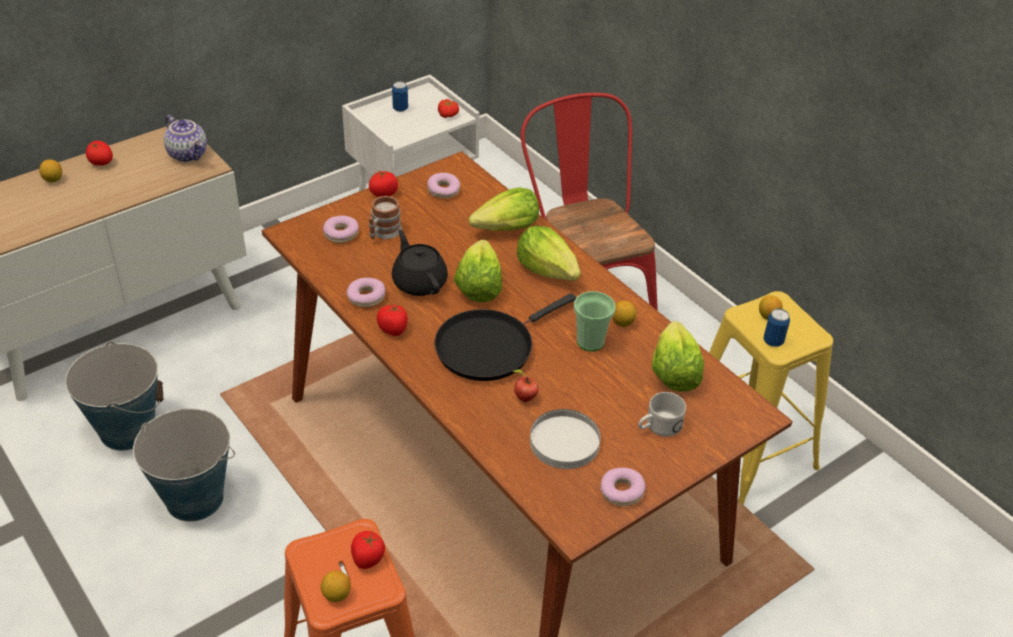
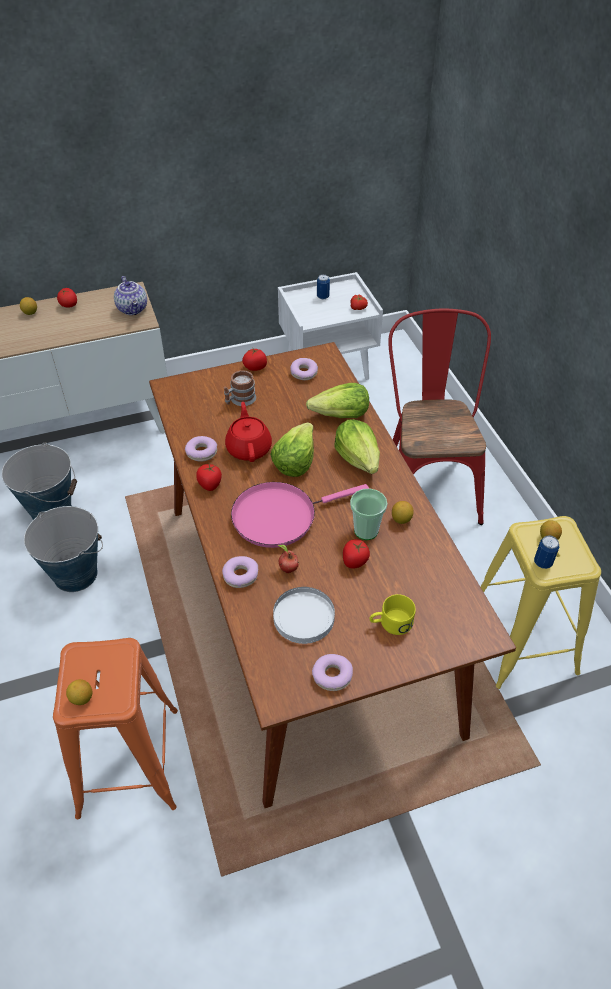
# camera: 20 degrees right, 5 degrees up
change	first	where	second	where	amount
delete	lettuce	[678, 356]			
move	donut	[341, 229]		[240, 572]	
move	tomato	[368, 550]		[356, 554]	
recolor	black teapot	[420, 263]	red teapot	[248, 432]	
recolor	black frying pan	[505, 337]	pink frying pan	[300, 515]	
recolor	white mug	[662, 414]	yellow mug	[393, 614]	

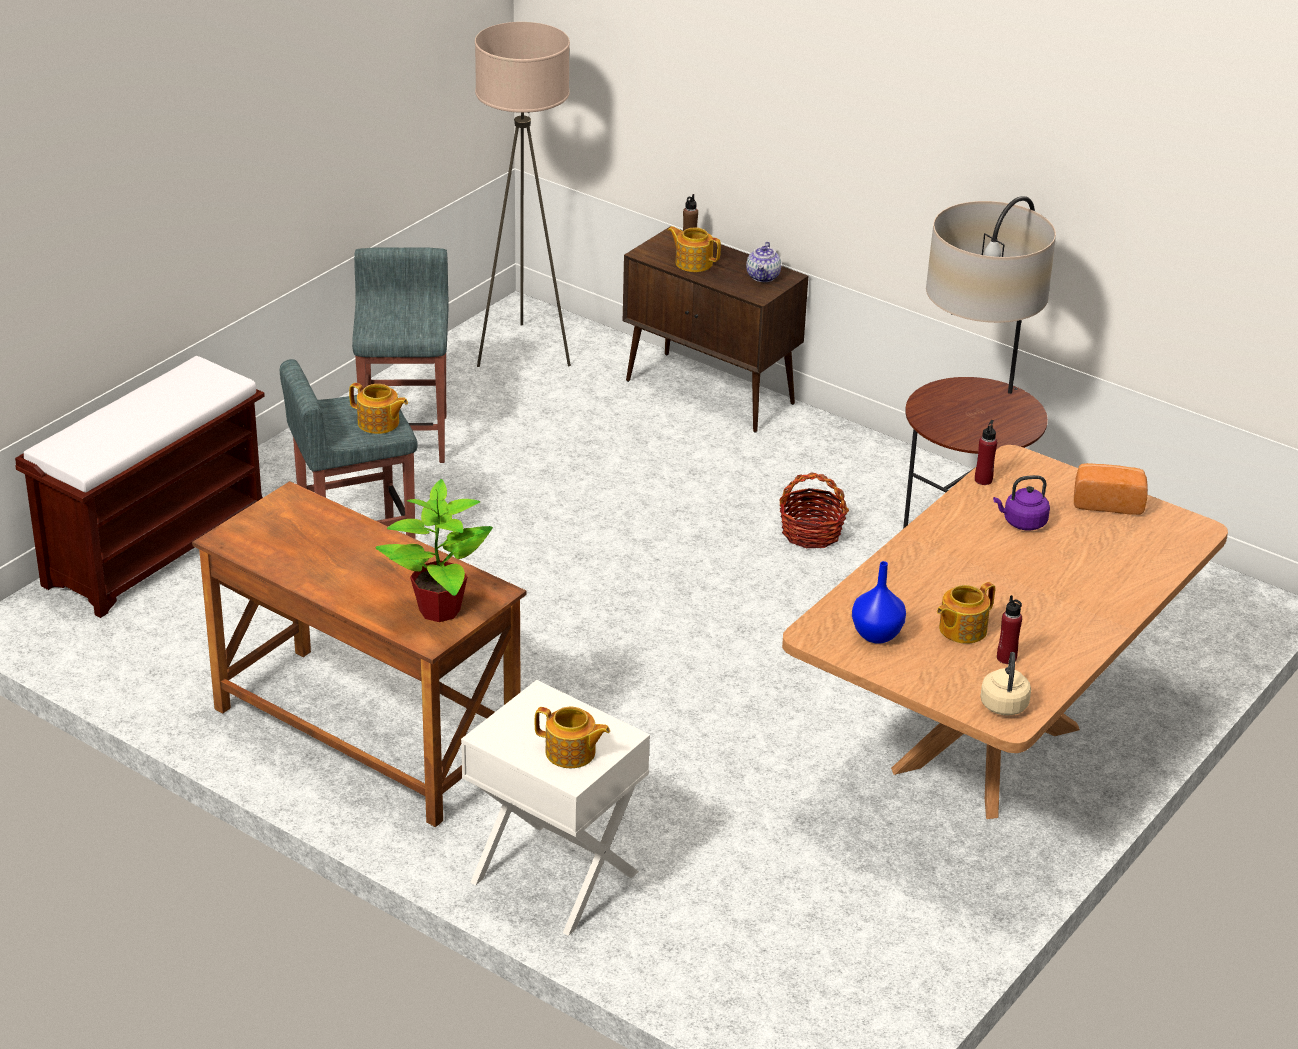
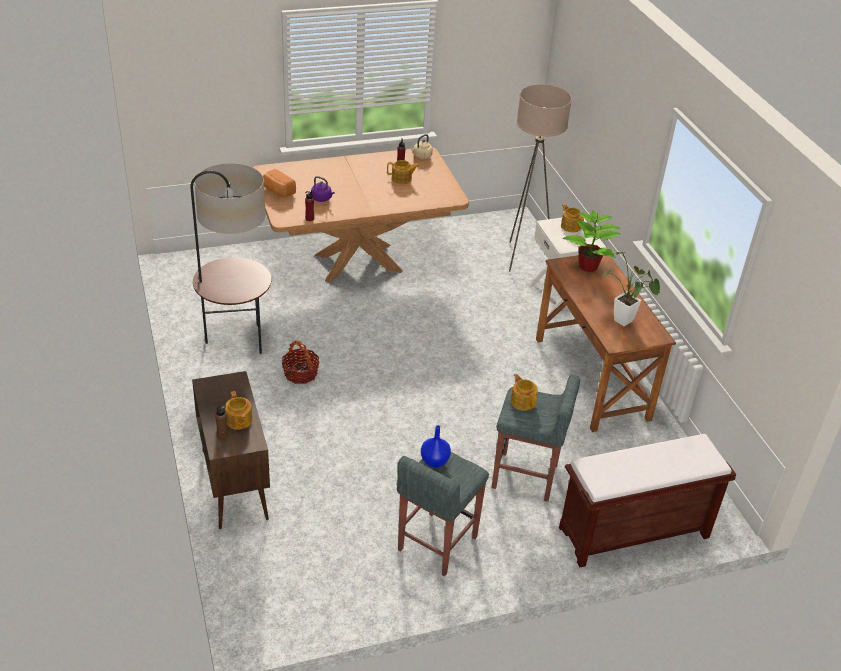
# camera: 145 degrees left, 5 degrees up
change	first	where	second	where	amount
delete	teapot	[763, 262]			
insert			potted plant	[631, 289]	
move	beige floor lamp	[523, 194]		[540, 177]	
move	blue vase	[879, 602]		[436, 446]	

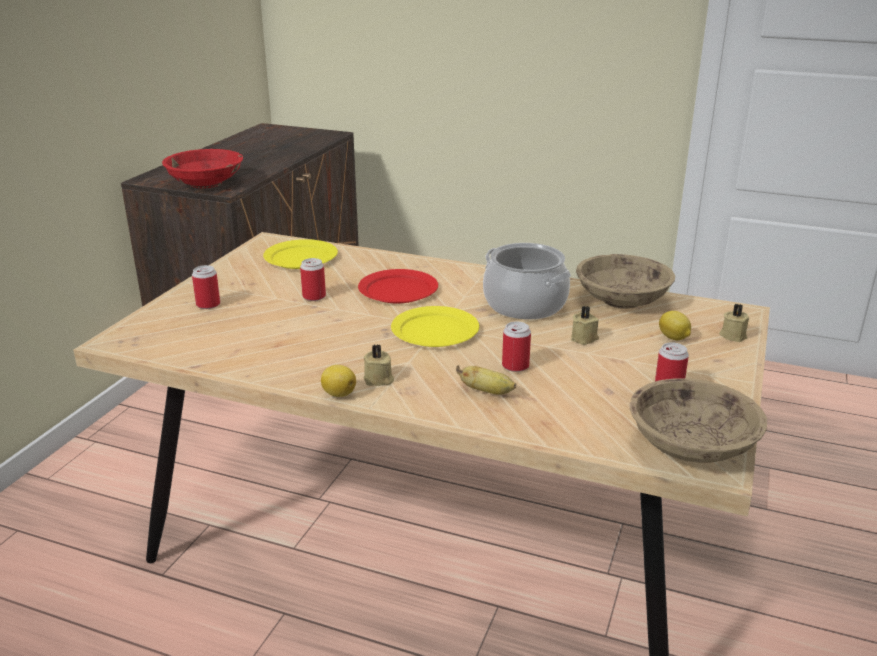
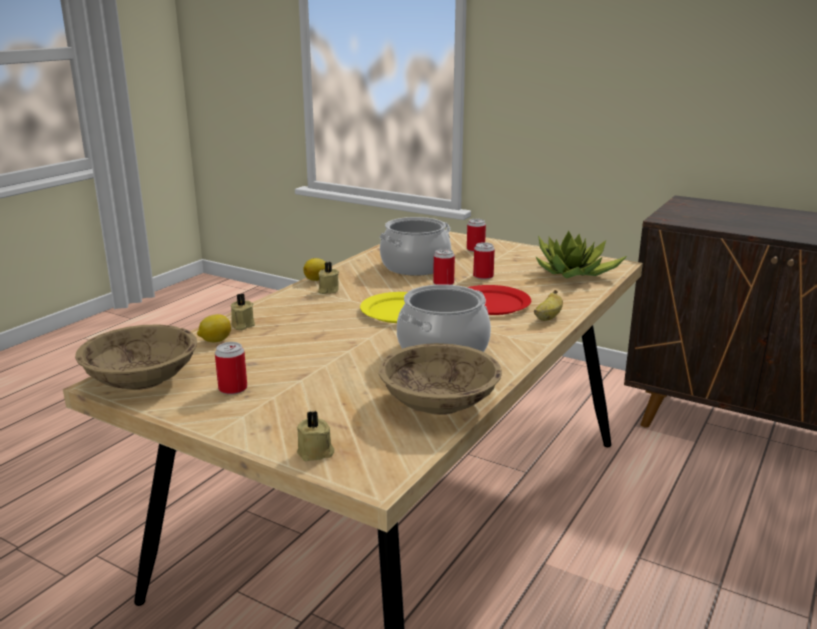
# camera: 100 degrees right, 5 degrees down
change	first	where	second	where	amount
delete	red bowl	[202, 168]			
insert			cooking pot	[415, 246]	
move	banana	[486, 380]		[548, 305]	
move	can	[516, 347]		[444, 267]	
move	beige candle	[585, 325]		[243, 311]	
move	lemon	[675, 325]		[214, 328]	
replace	yellow plate	[300, 254]	potted plant	[581, 255]	

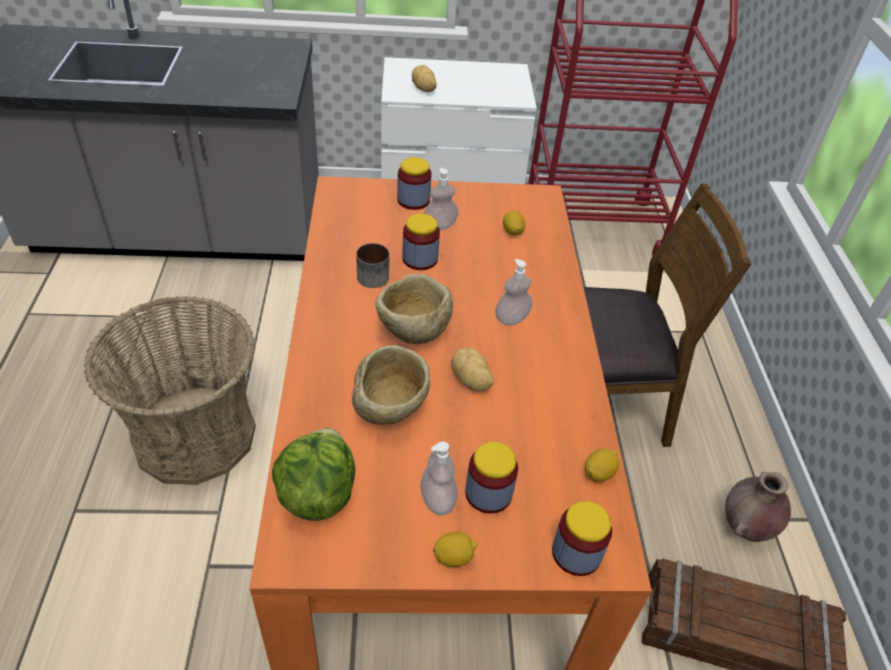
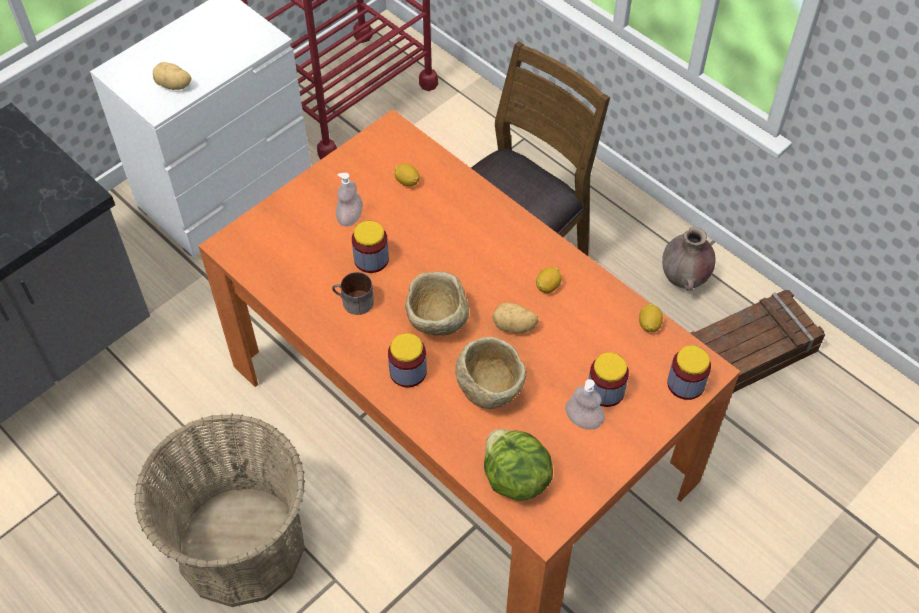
# camera: 40 degrees left, 10 degrees up
change	first	where	second	where	amount
delete	soap dispenser	[513, 292]			
move	jar	[414, 183]		[407, 360]	
move	lemon	[455, 549]		[549, 280]	

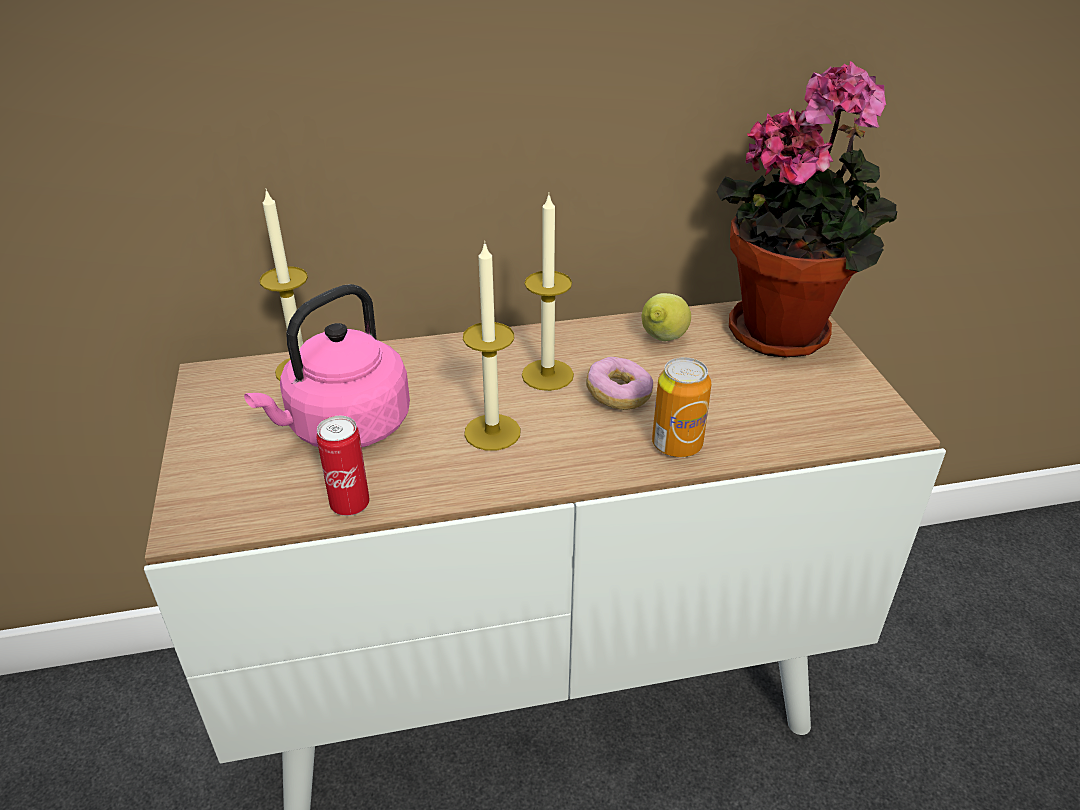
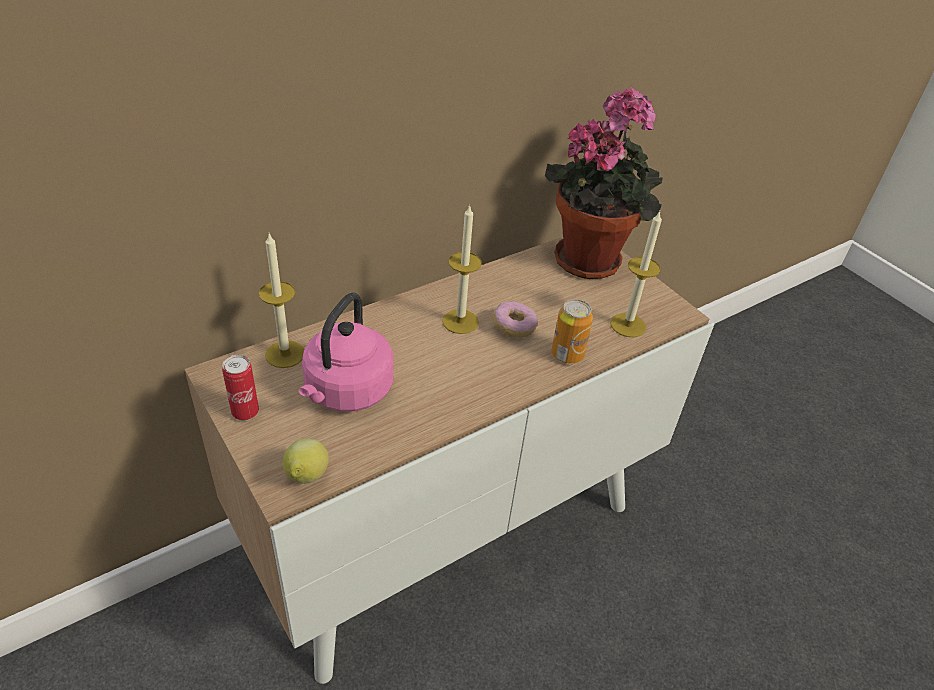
# camera: 25 degrees left, 5 degrees up
change	first	where	second	where	amount
move	can	[343, 466]		[240, 387]	
move	candle	[491, 346]		[636, 274]	
move	lemon	[666, 317]		[306, 461]	

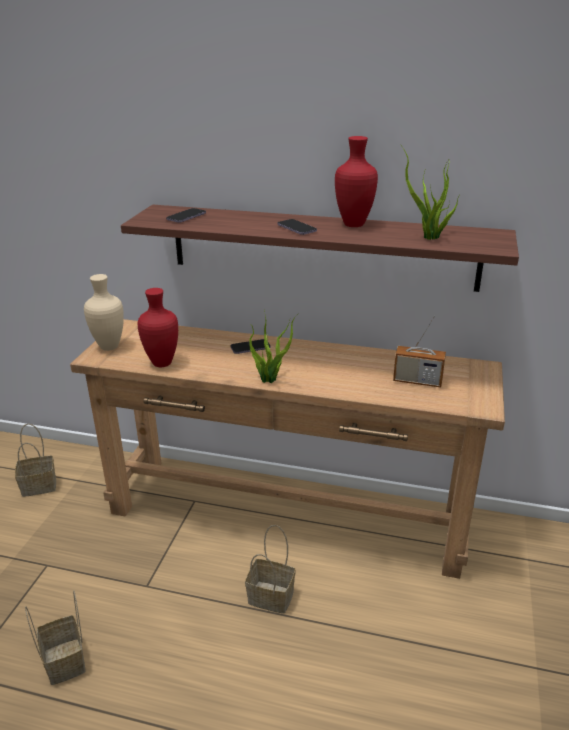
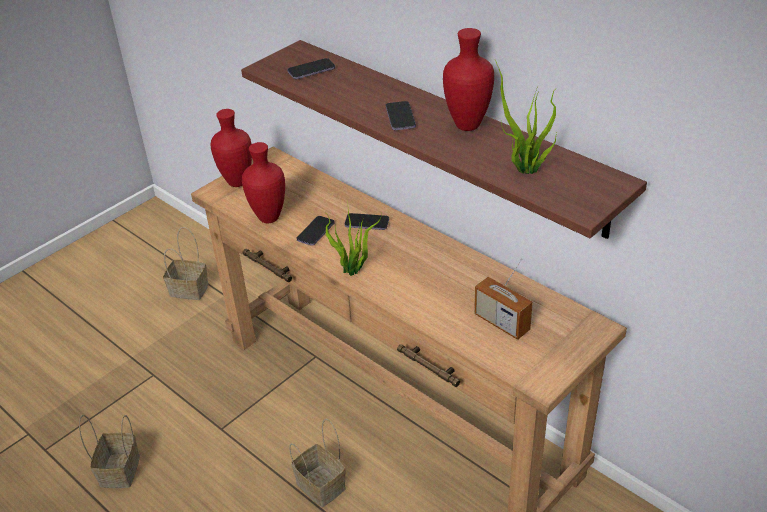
# camera: 30 degrees right, 10 degrees up
change	first	where	second	where	amount
insert			phone	[316, 231]	
recolor	beige vase	[104, 312]	red vase	[231, 148]	

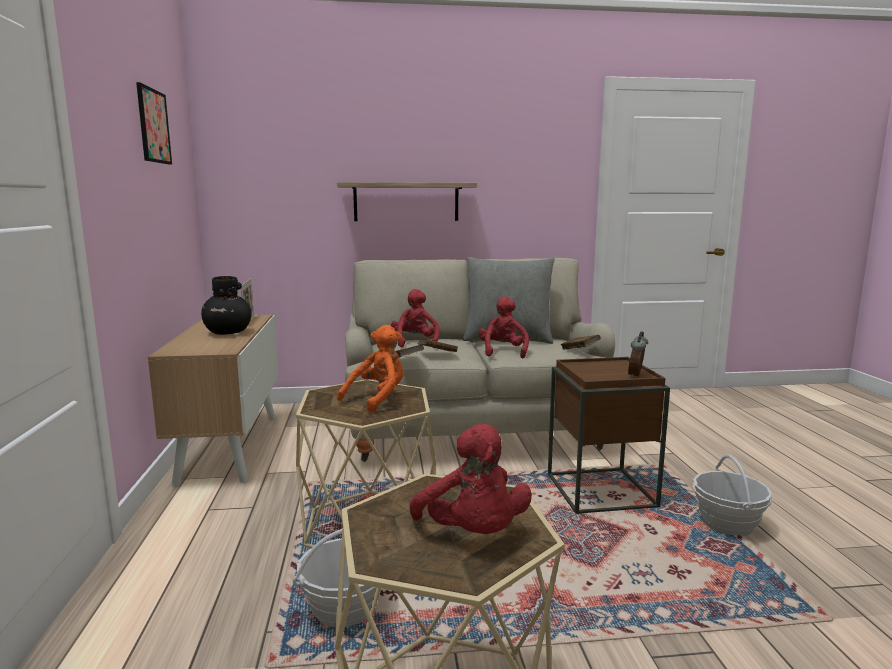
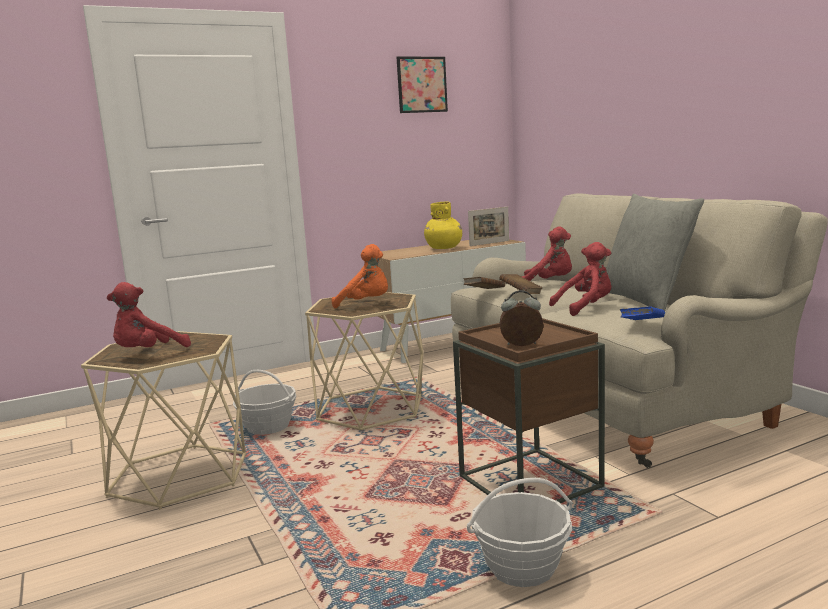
# camera: 70 degrees right, 0 degrees up
change	first	where	second	where	amount
delete	shelf	[407, 201]			
recolor	black vase	[226, 305]	yellow vase	[443, 225]	
recolor	brown book	[580, 342]	blue book	[642, 313]	
rotate	red plush toy	[415, 318]		[546, 253]	45 degrees clockwise

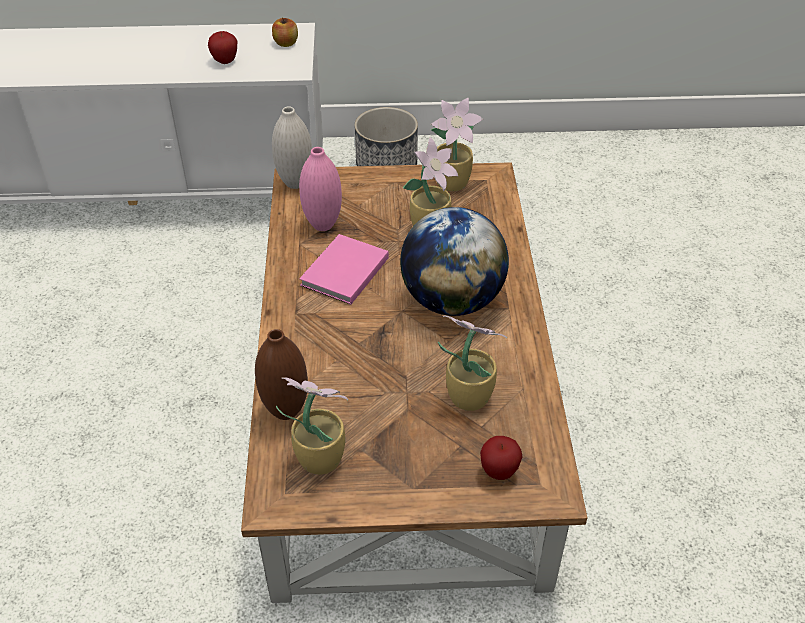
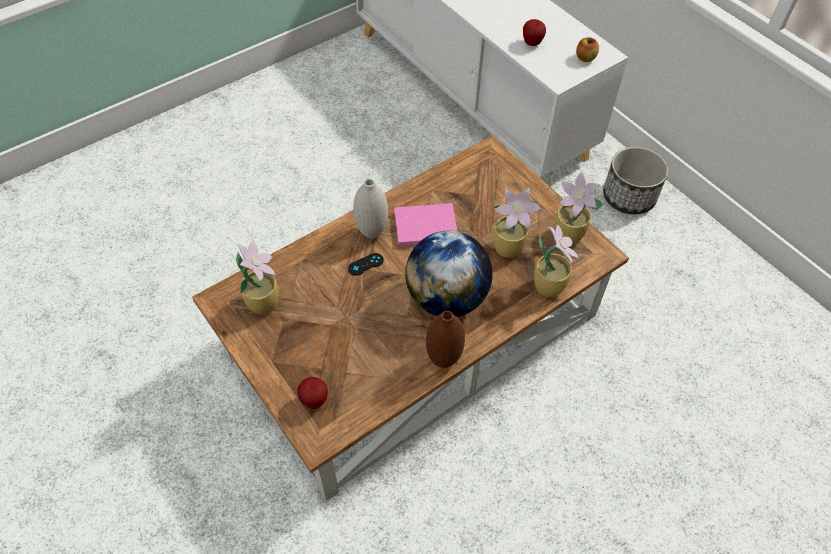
# camera: 55 degrees right, 10 degrees up
change	first	where	second	where	amount
delete	pink vase	[320, 189]			
insert			black game controller	[366, 264]	
move	brown vase	[281, 374]		[445, 339]	
move	white vase	[292, 147]		[370, 209]	
move	potted plant	[472, 363]		[556, 260]	

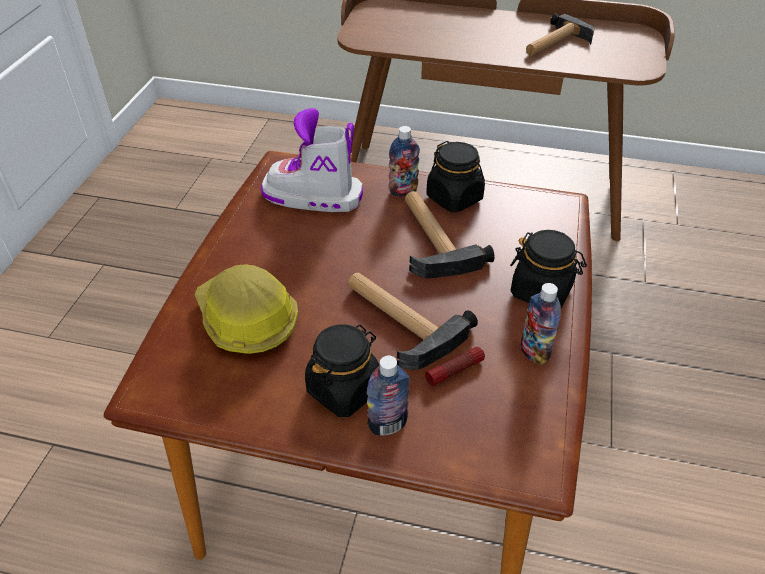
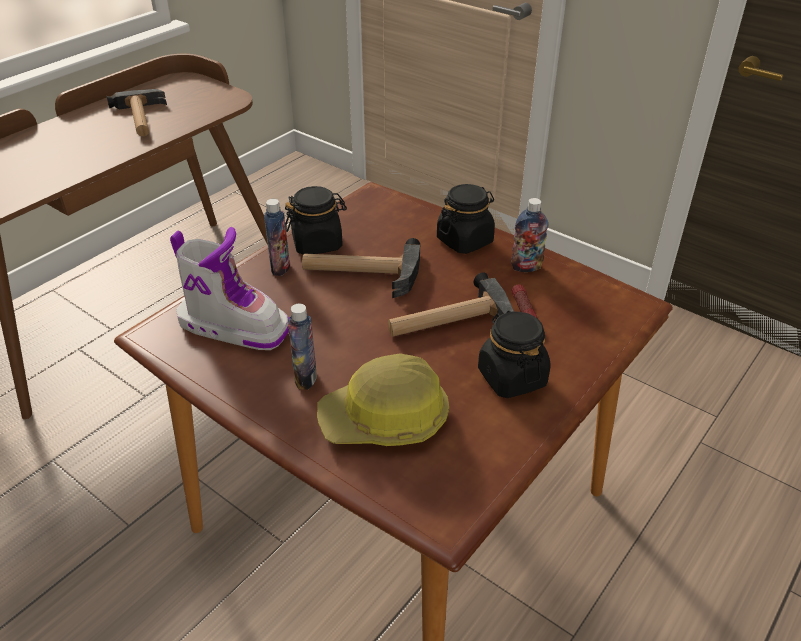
# camera: 65 degrees left, 5 degrees down
change	first	where	second	where	amount
move	bottle	[388, 395]		[302, 347]	
rotate	boot	[312, 160]		[229, 288]	105 degrees counterclockwise

